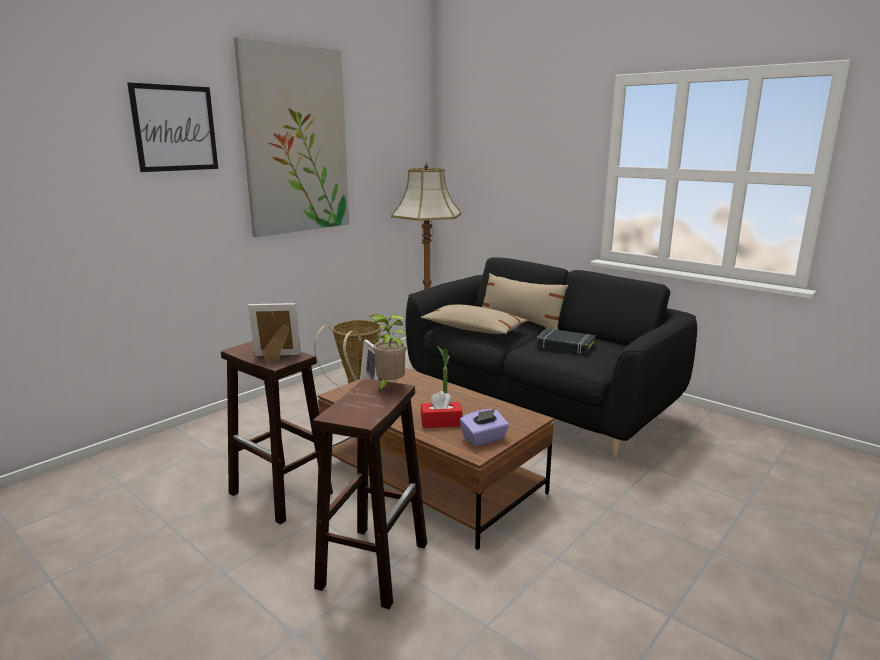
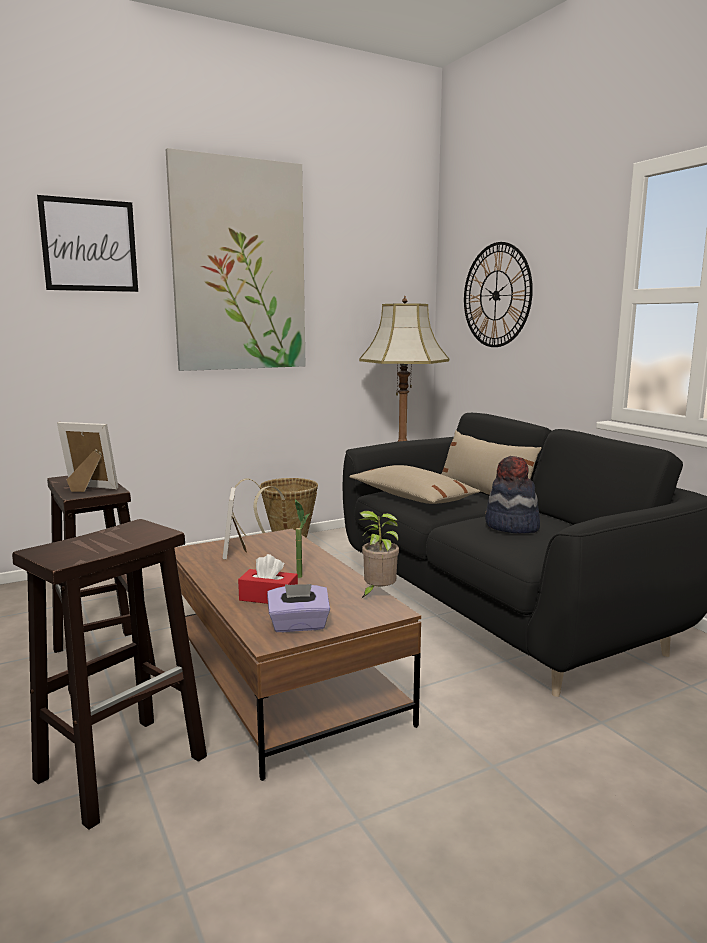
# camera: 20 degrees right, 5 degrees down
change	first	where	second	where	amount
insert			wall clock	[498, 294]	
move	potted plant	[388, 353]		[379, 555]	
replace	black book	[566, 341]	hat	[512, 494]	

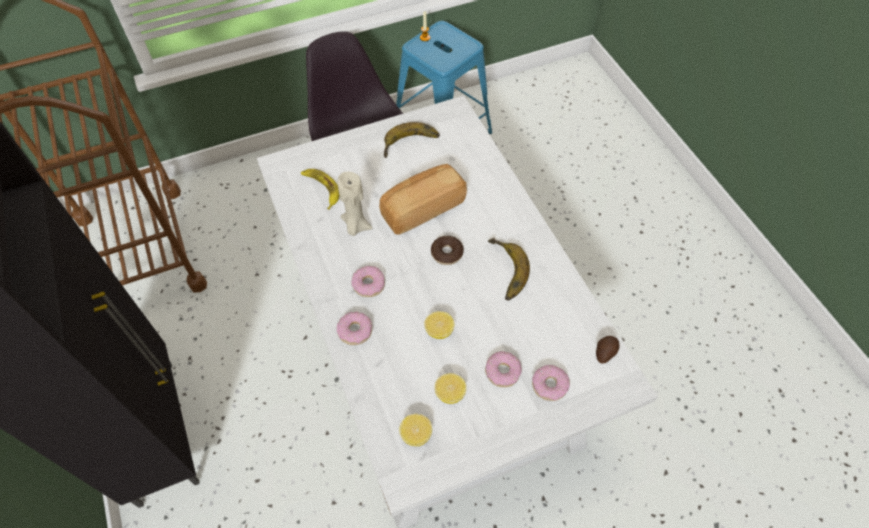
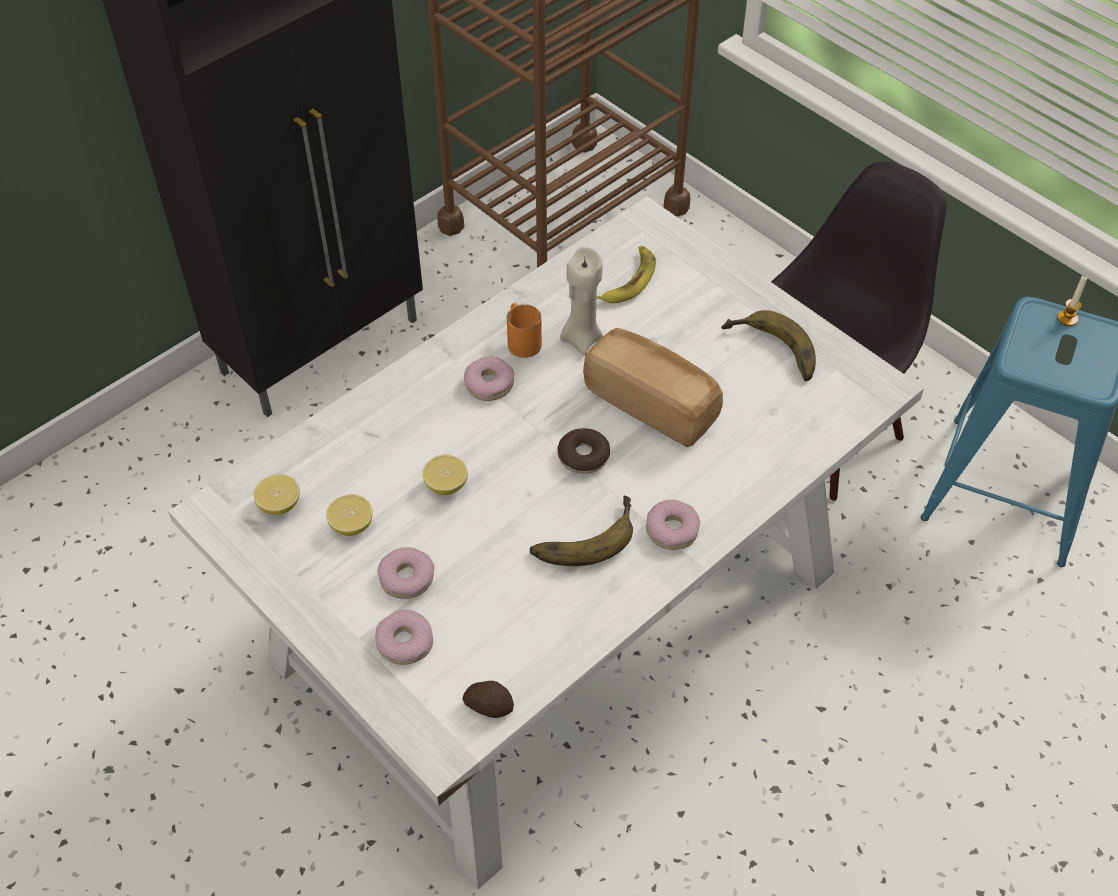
# camera: 70 degrees right, 5 degrees down
change	first	where	second	where	amount
insert			orange mug	[524, 330]	
move	donut	[354, 328]		[673, 525]	

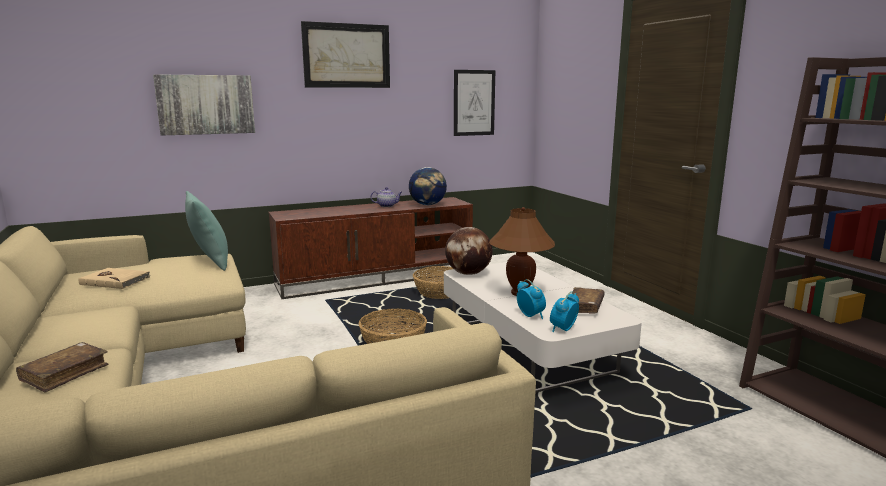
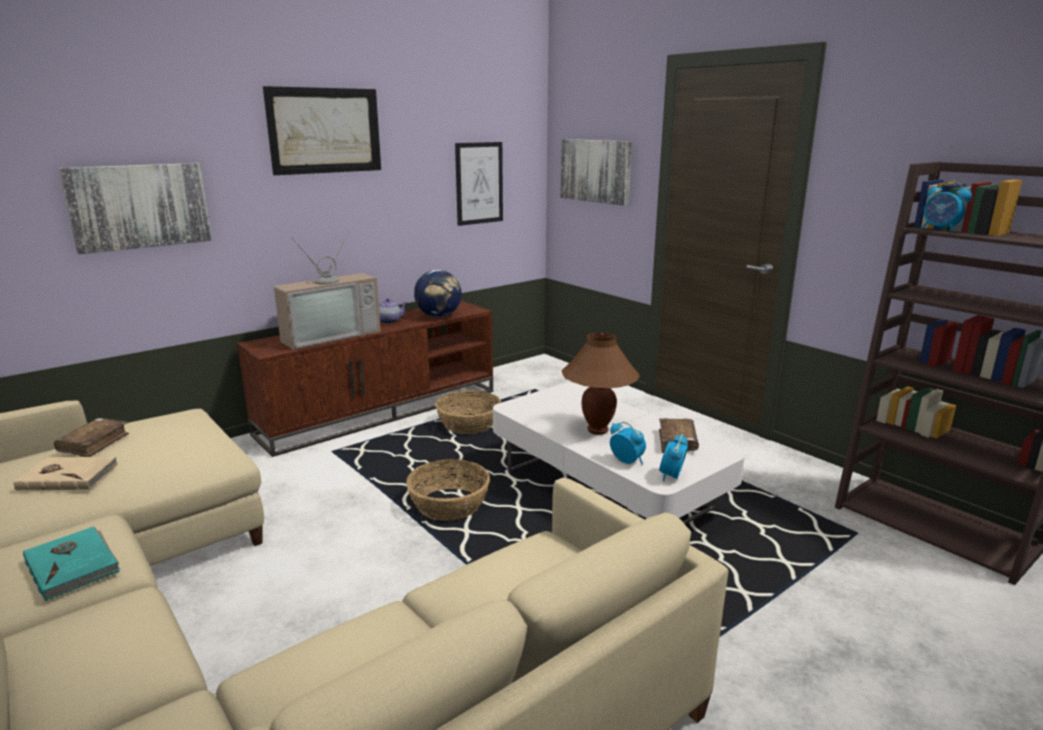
# camera: 15 degrees left, 5 degrees up
change	first	where	second	where	amount
delete	turquoise pillow	[206, 231]			
delete	globe	[469, 251]			
insert			turquoise book	[71, 563]	
insert			television	[327, 290]	
insert			picture	[596, 172]	
insert			alarm clock	[947, 206]	
move	brown book	[62, 367]		[91, 437]	

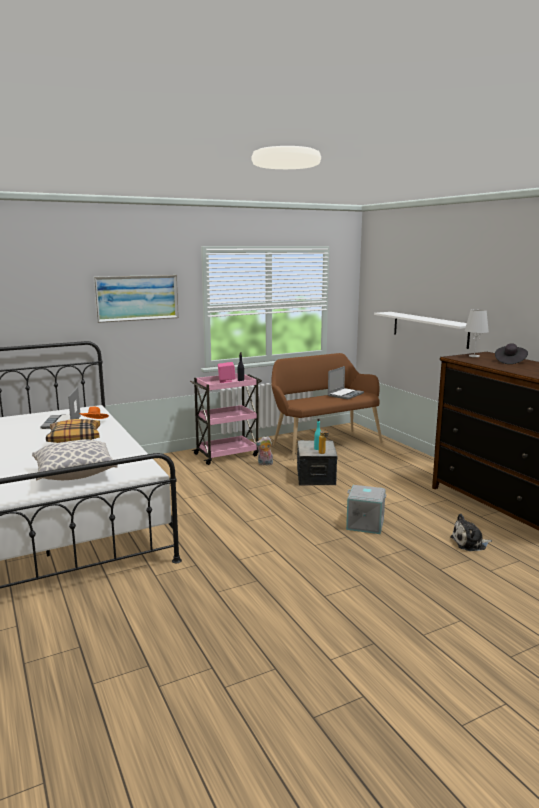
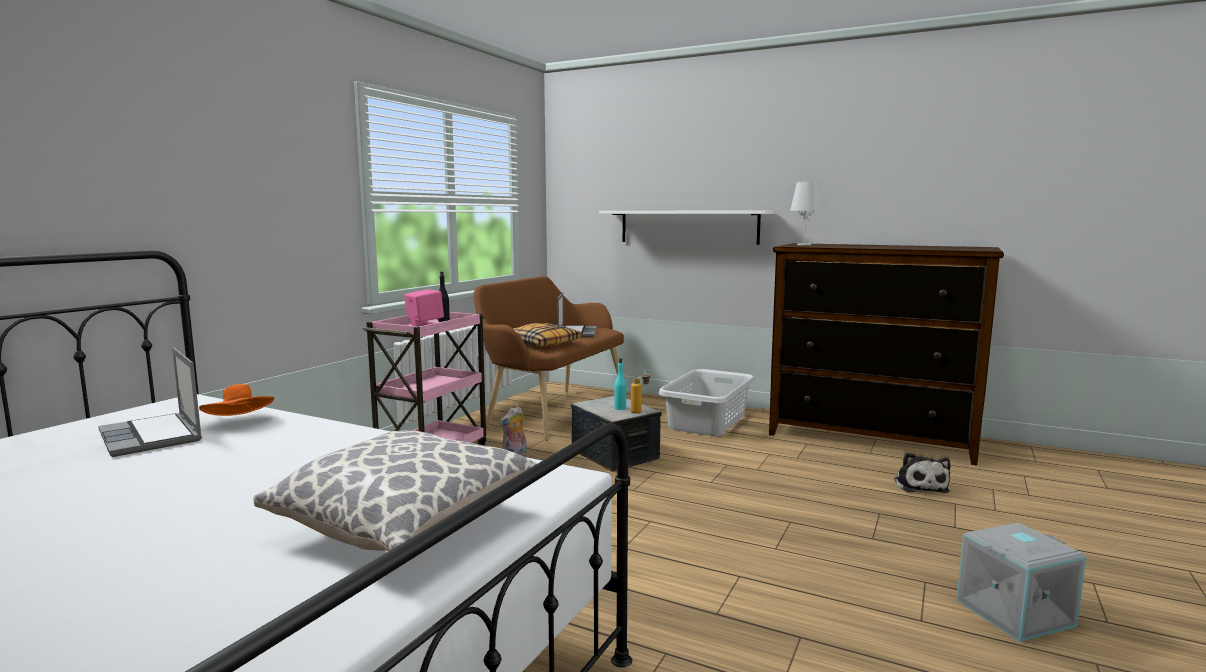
# camera: 35 degrees left, 5 degrees down
change	first	where	second	where	amount
delete	picture	[136, 299]			
delete	black hat	[511, 354]			
insert			grey laundry basket	[706, 402]	
move	pillow	[73, 431]		[547, 335]	
move	grey storage box	[366, 509]		[1022, 582]	
rotate	plush toy	[471, 532]		[922, 473]	45 degrees counterclockwise

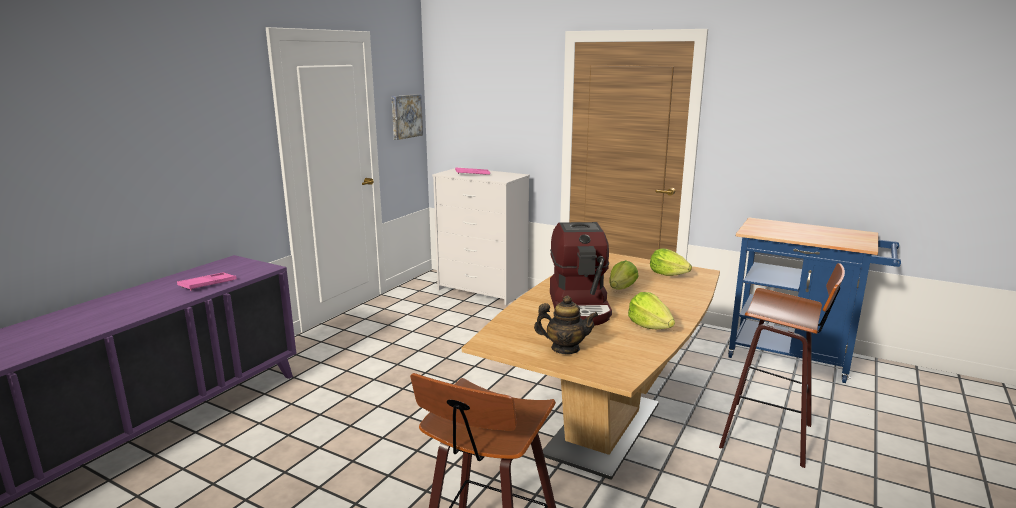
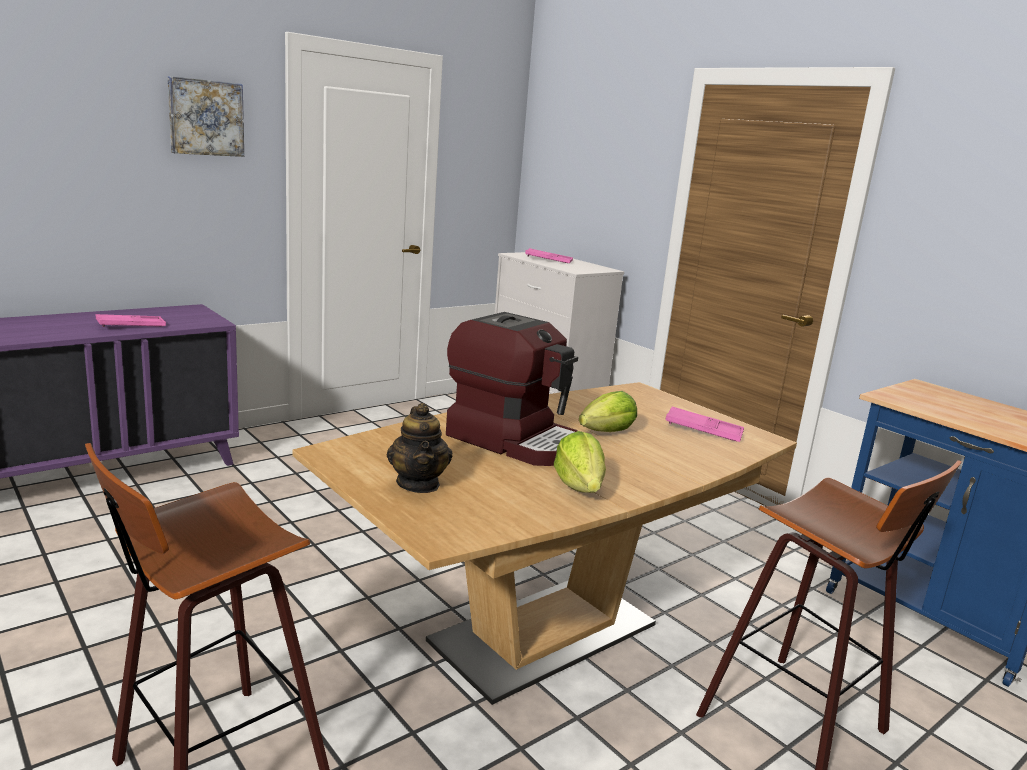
# camera: 20 degrees right, 0 degrees up
change	first	where	second	where	amount
move	picture	[407, 117]		[205, 116]	
replace	lettuce	[671, 262]	pink tray	[704, 424]	
rotate	teapot	[566, 324]		[419, 448]	45 degrees clockwise
rotate	coffee machine	[581, 274]		[512, 389]	75 degrees counterclockwise

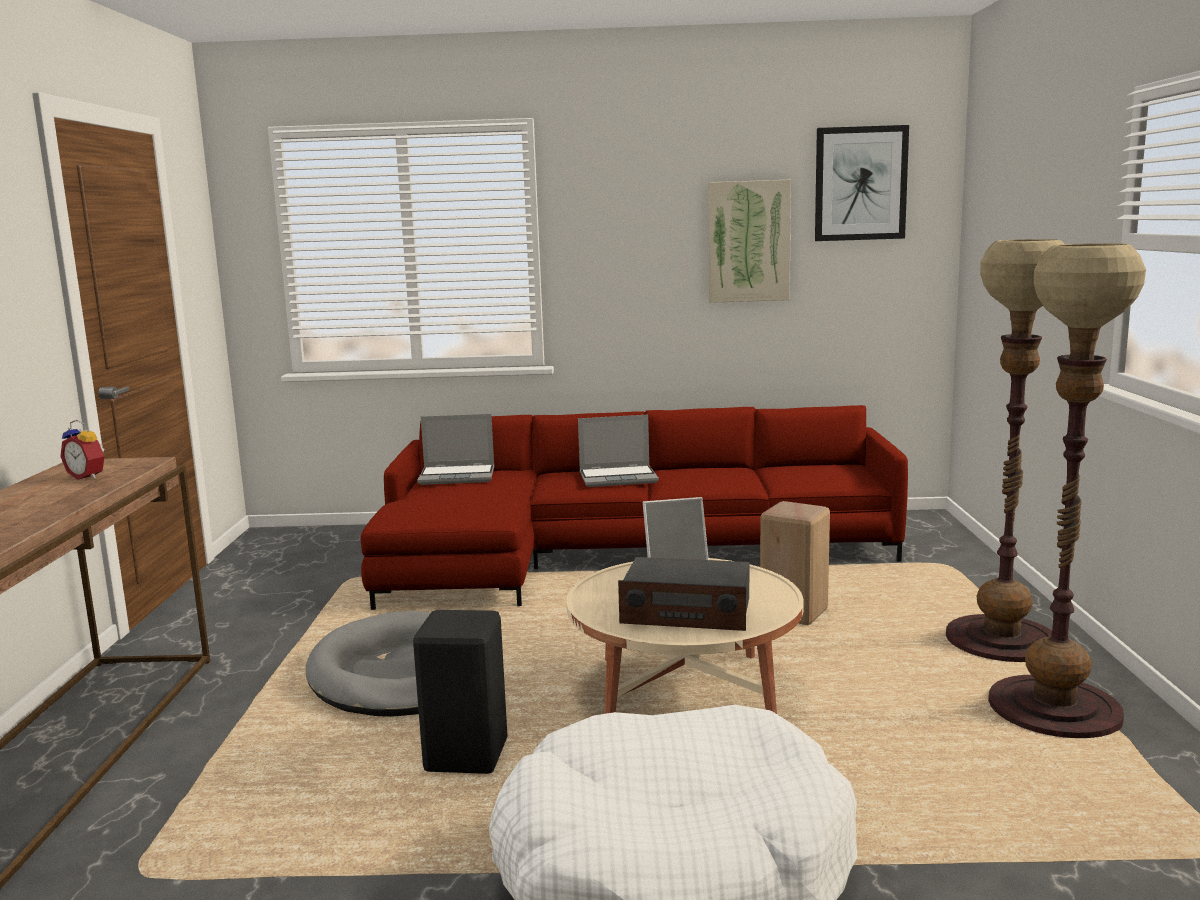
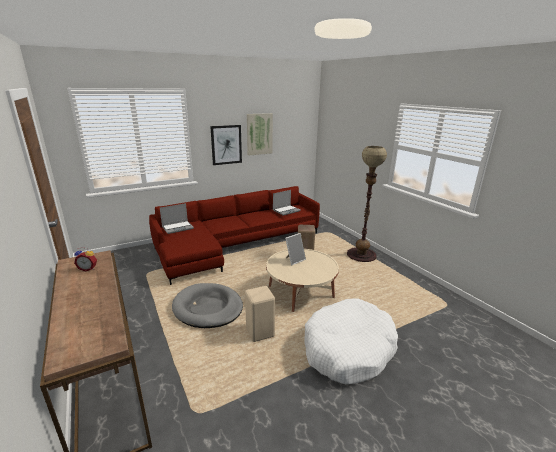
# camera: 30 degrees left, 10 degrees up
change	first	where	second	where	amount
delete	radio	[683, 594]			
delete	floor lamp	[1067, 490]			
move	laptop	[618, 451]		[287, 203]	
move	picture	[862, 183]		[226, 145]	
recolor	black stool	[460, 692]	beige stool	[260, 314]	

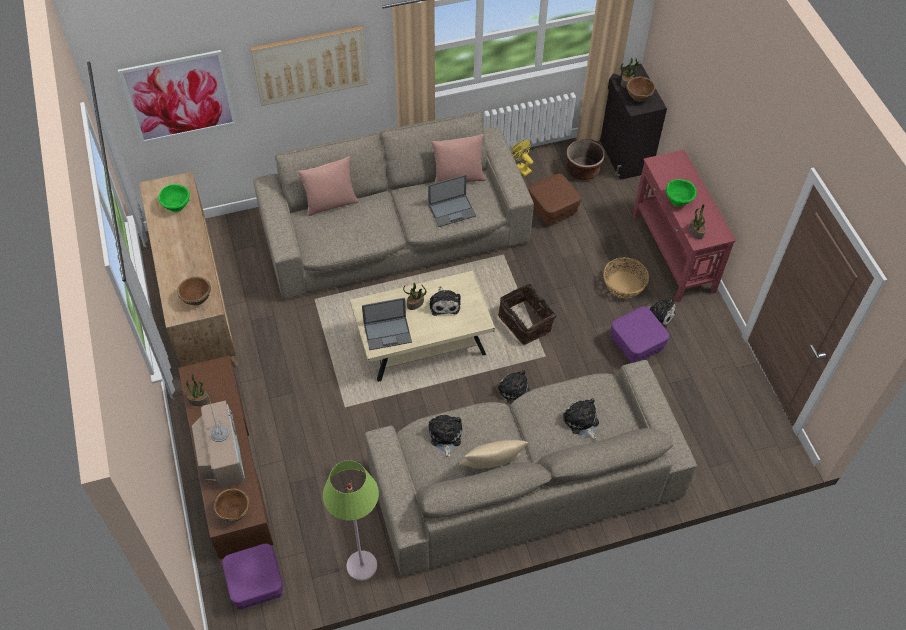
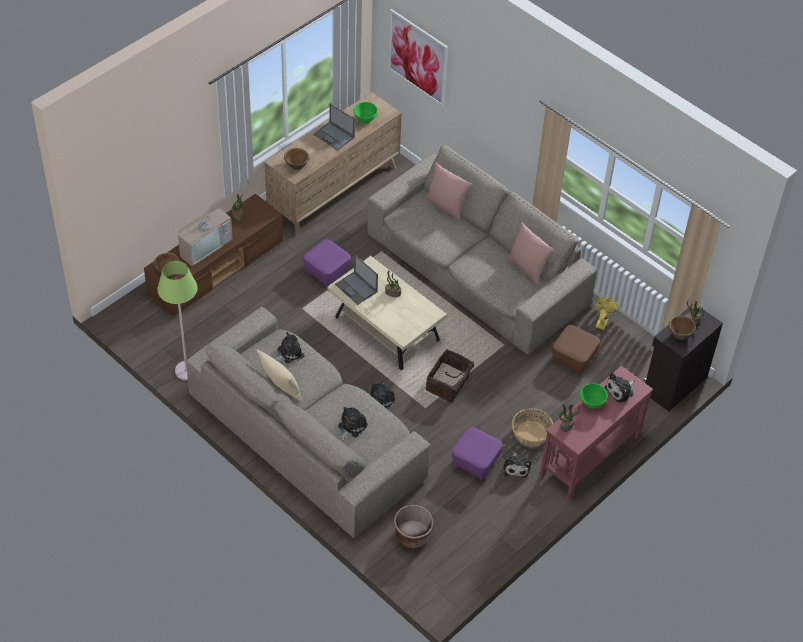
# camera: 60 degrees right, 5 degrees down
change	first	where	second	where	amount
delete	picture	[309, 66]			
move	purple ottoman	[252, 577]		[327, 263]	
move	laptop	[452, 201]		[334, 127]	
move	plush toy	[445, 301]		[620, 388]	
move	brown planter	[585, 159]		[414, 526]	

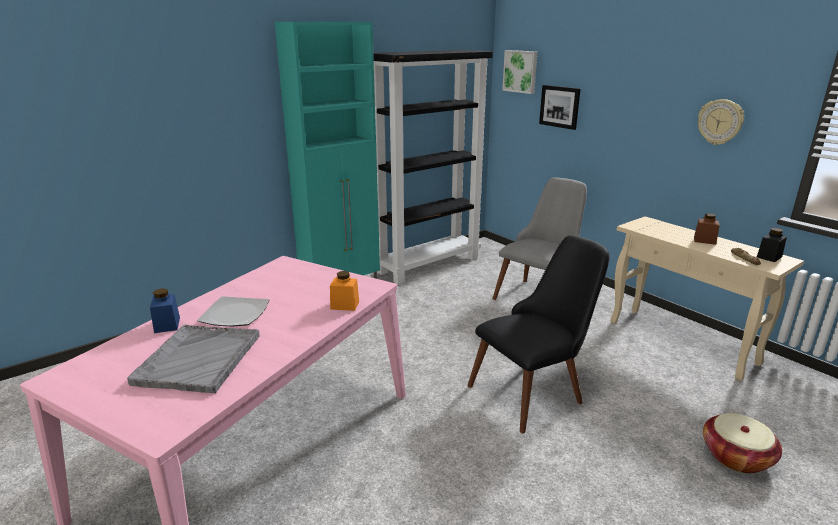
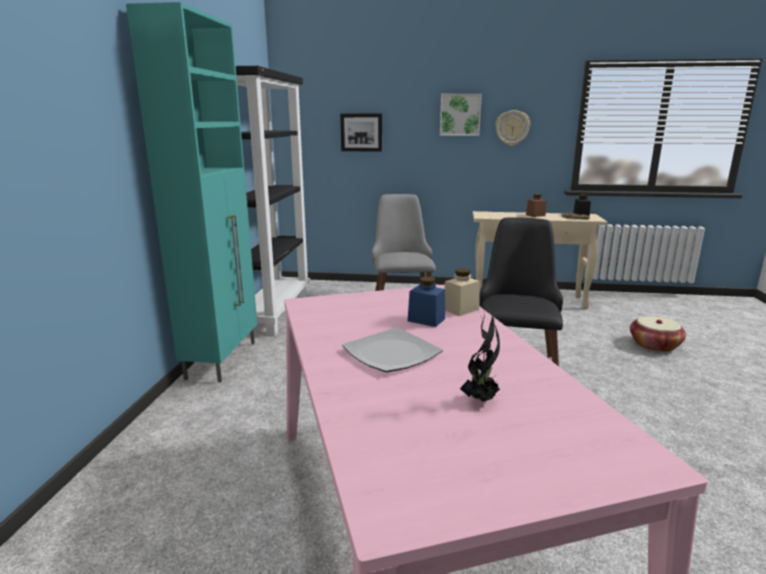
# camera: 45 degrees left, 5 degrees down
change	first	where	second	where	amount
move	blue jar	[165, 311]		[426, 302]	
move	picture	[519, 72]		[461, 115]	
replace	grey tray	[193, 359]	potted plant	[480, 353]	
recolor	orange jar	[344, 291]	beige jar	[462, 292]	

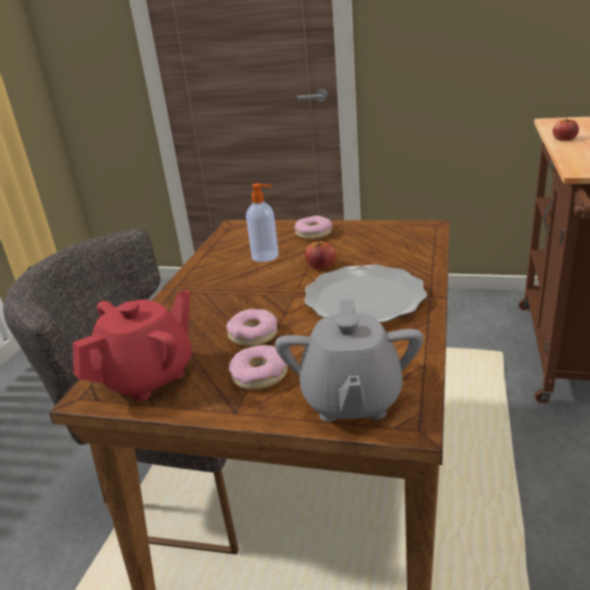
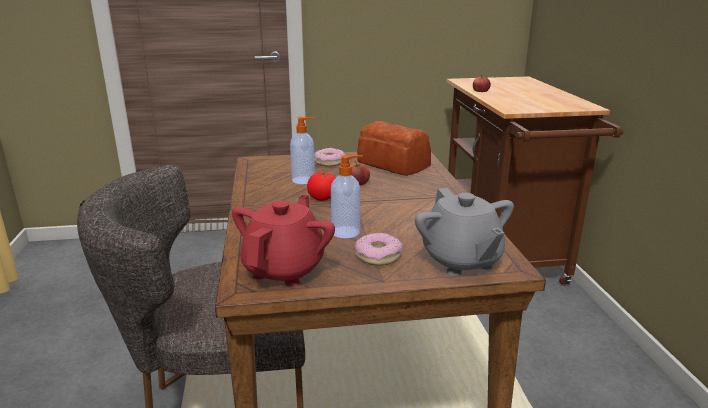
# camera: 25 degrees left, 5 degrees down
change	first	where	second	where	amount
delete	plate	[365, 293]			
insert			tomato	[321, 186]	
insert			bread	[394, 148]	
replace	donut	[252, 327]	soap dispenser	[347, 196]	

